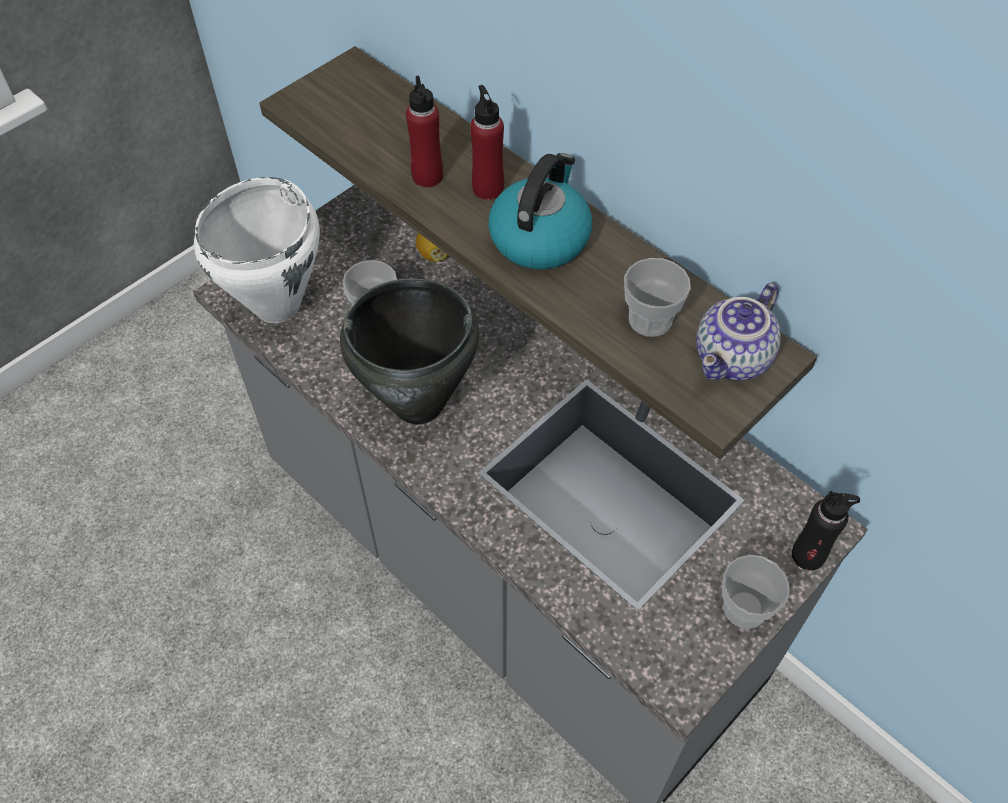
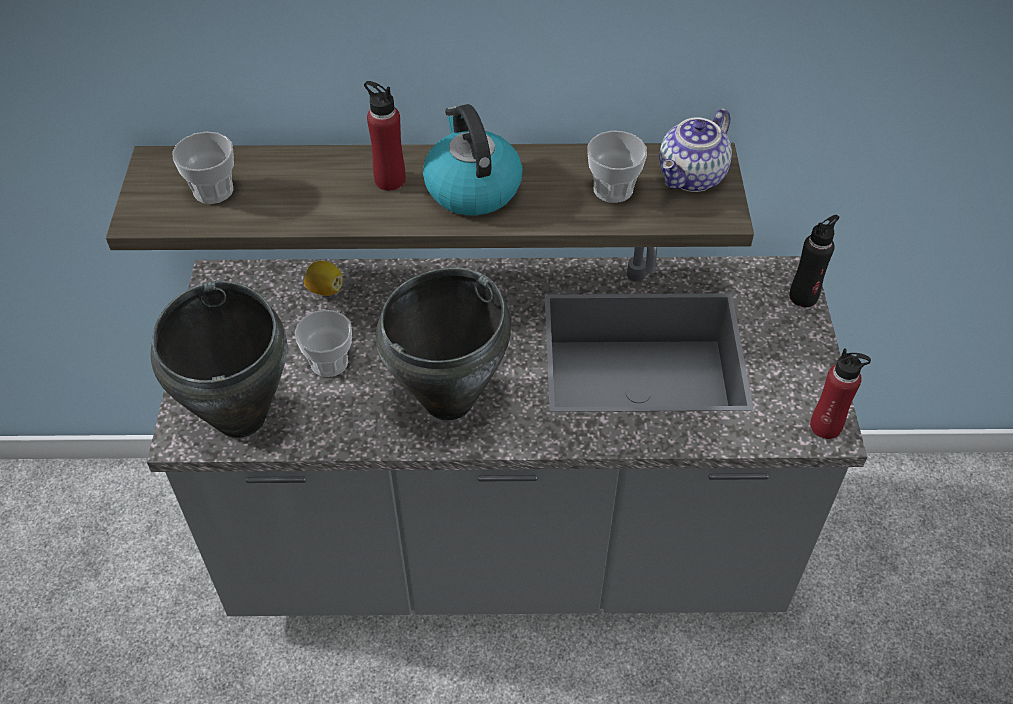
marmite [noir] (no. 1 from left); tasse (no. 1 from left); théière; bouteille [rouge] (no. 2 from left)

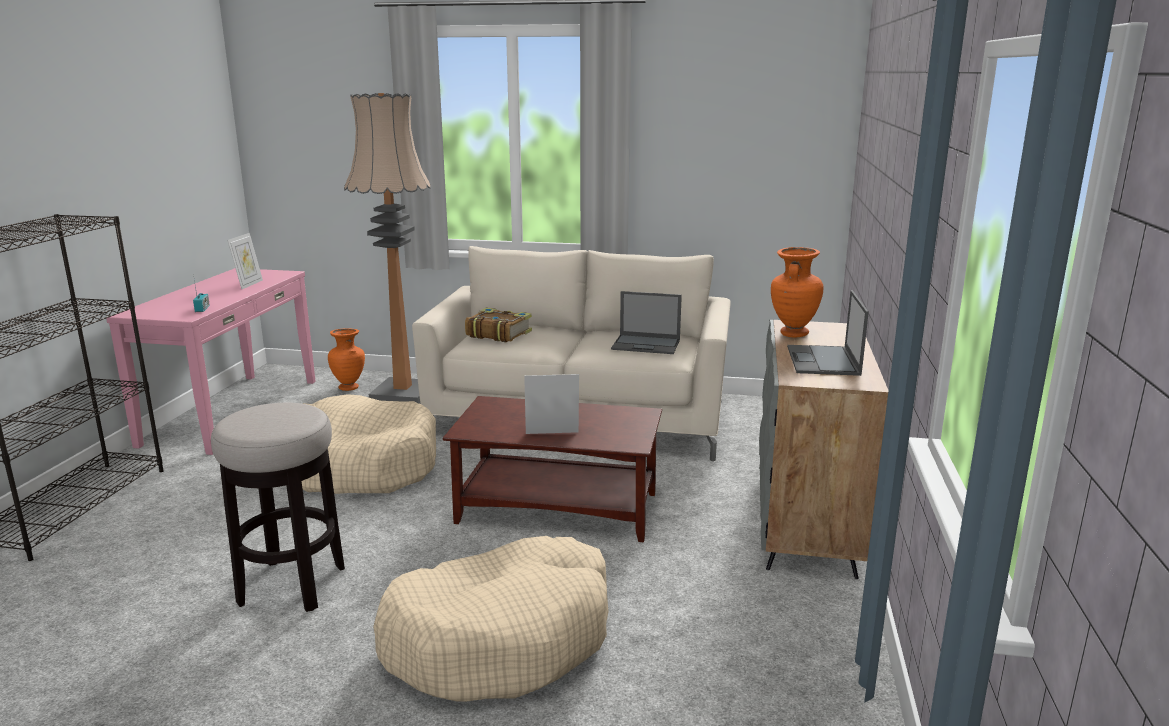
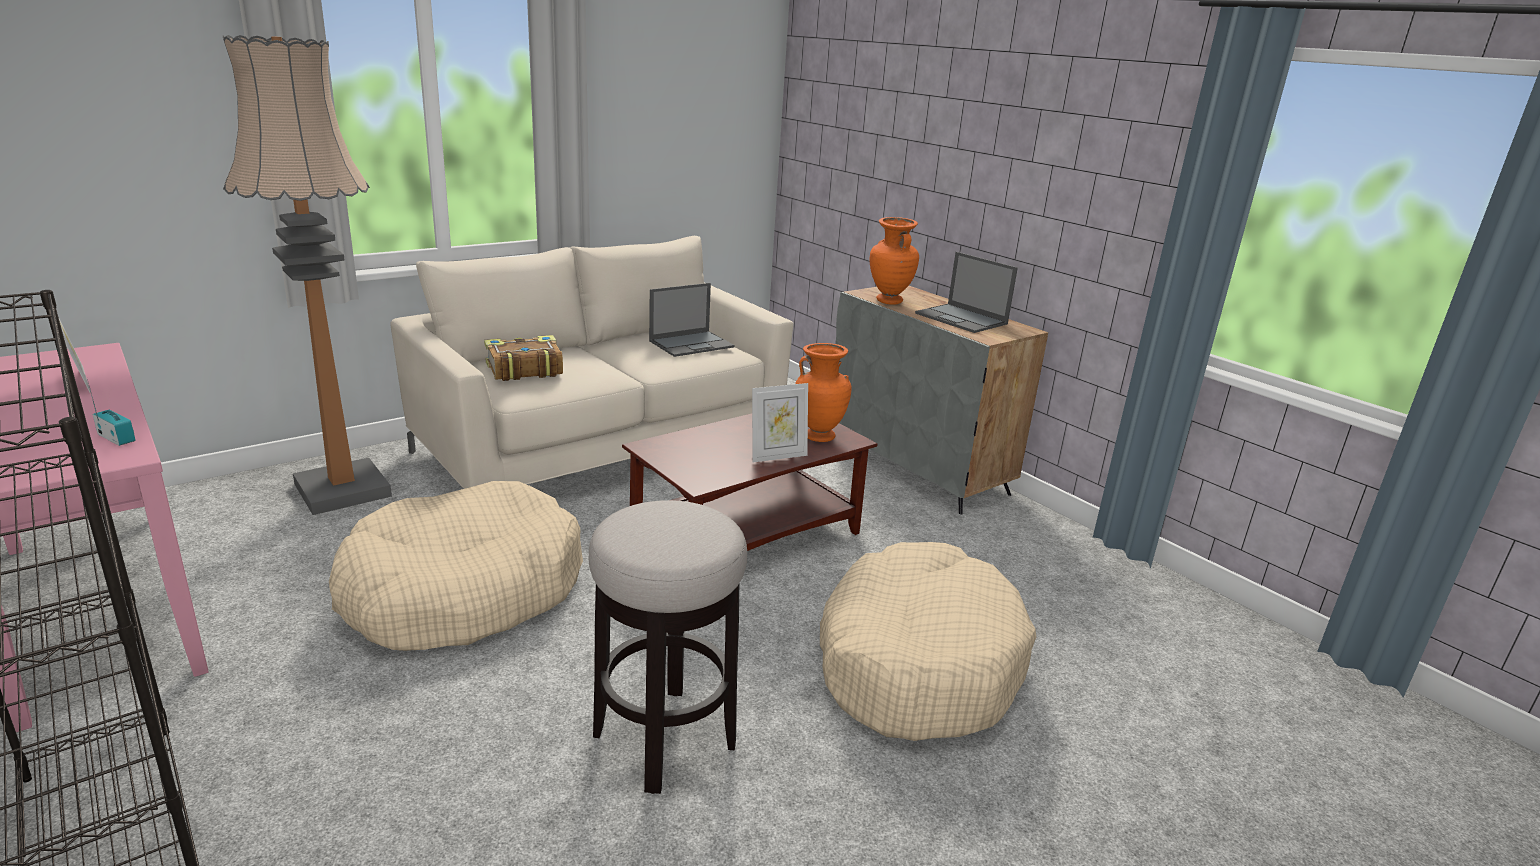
cadre photo (no. 2 from left); vase [orange] (no. 1 from left)

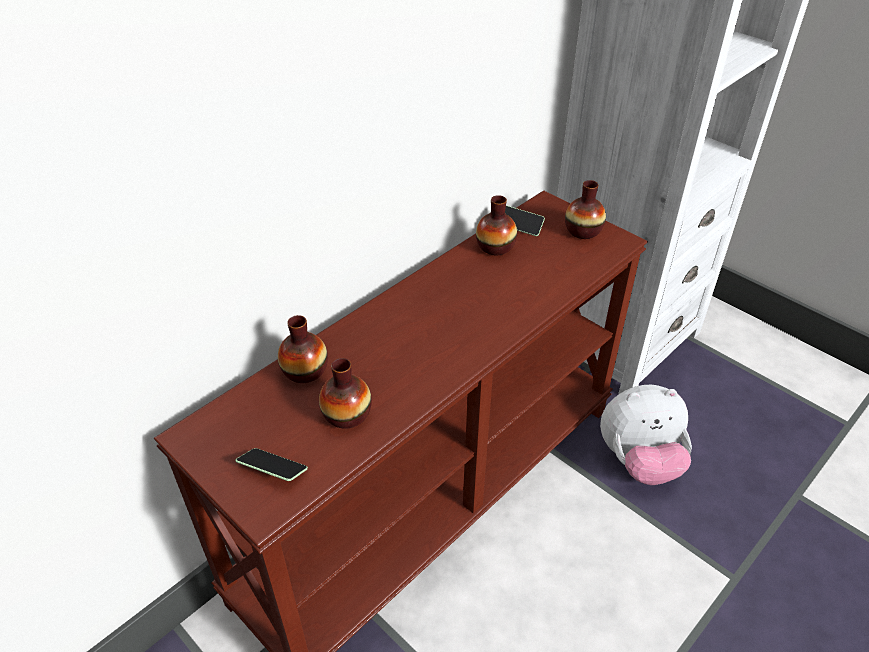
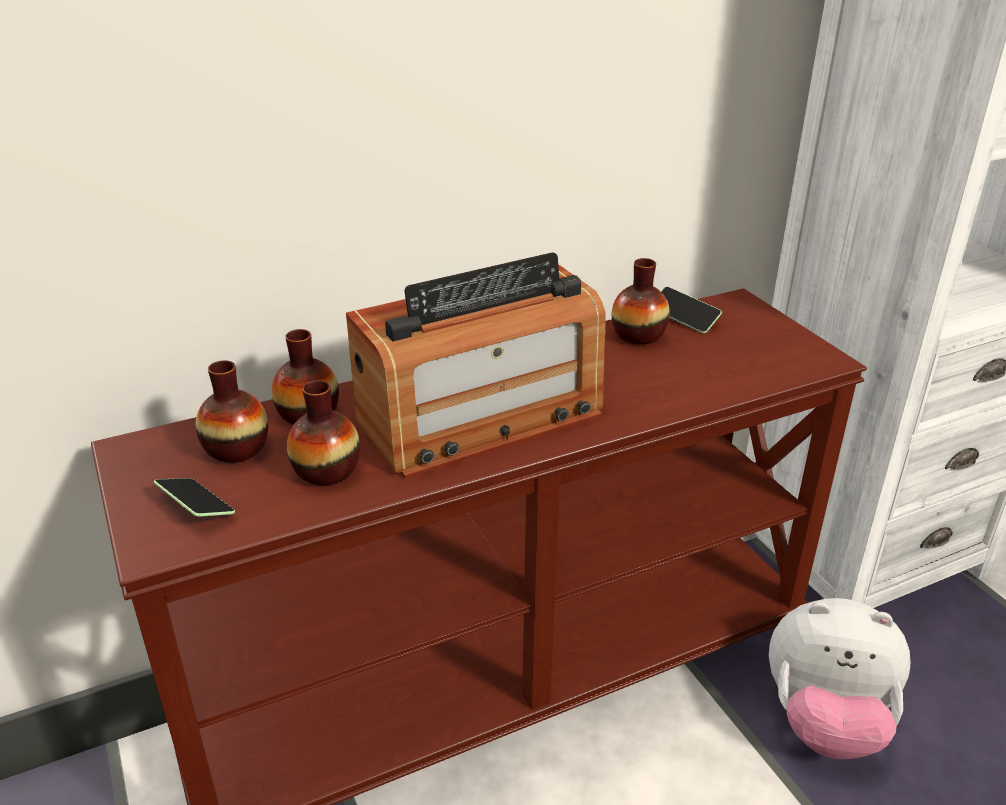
vase (no. 1 from left); radio

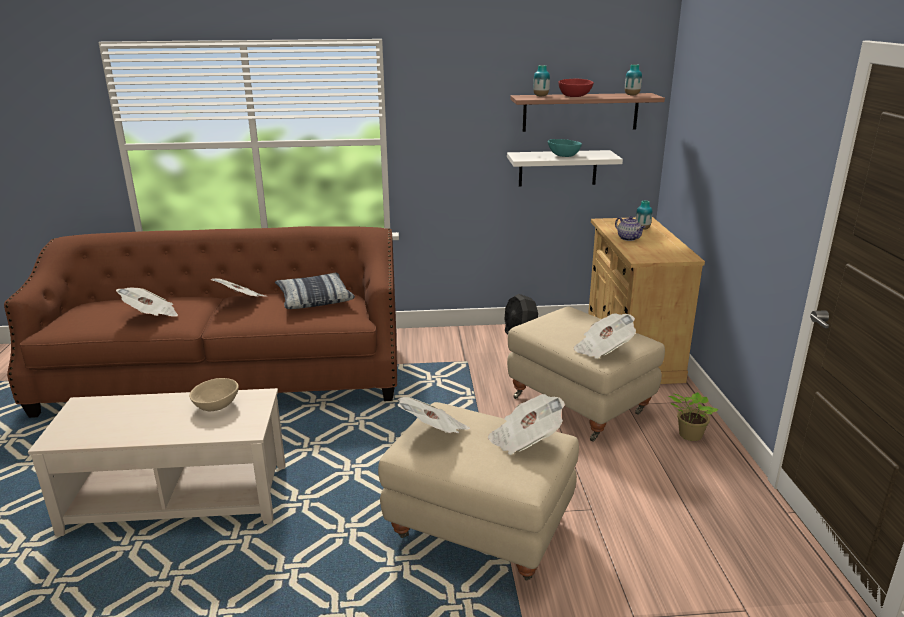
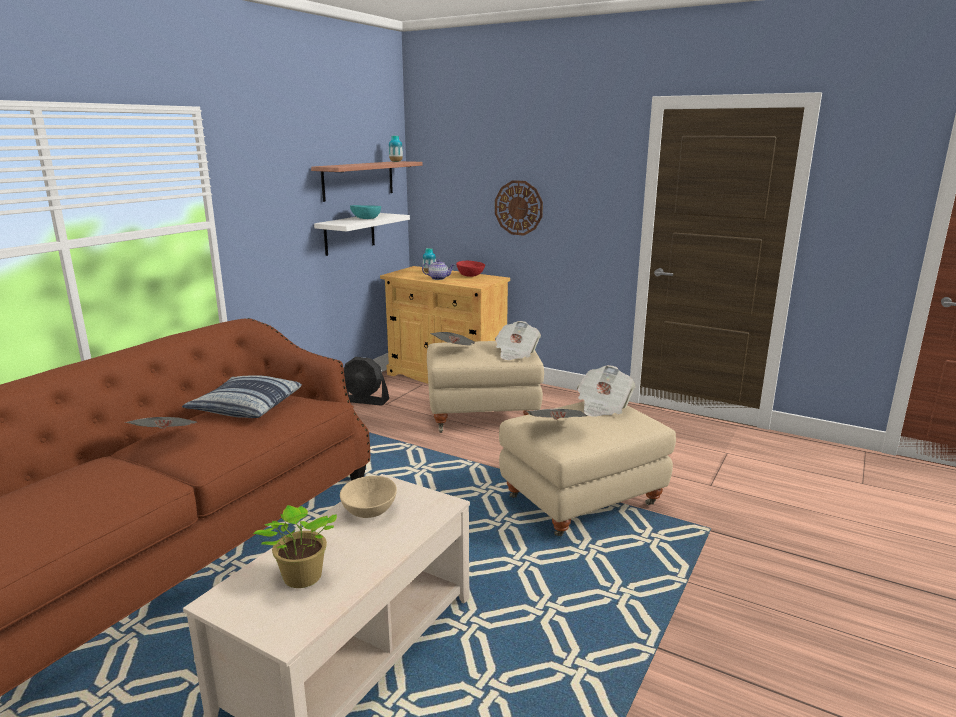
plante en pot; journal (no. 2 from left); bol [rouge]; horloge murale; vase (no. 1 from left in the first image)

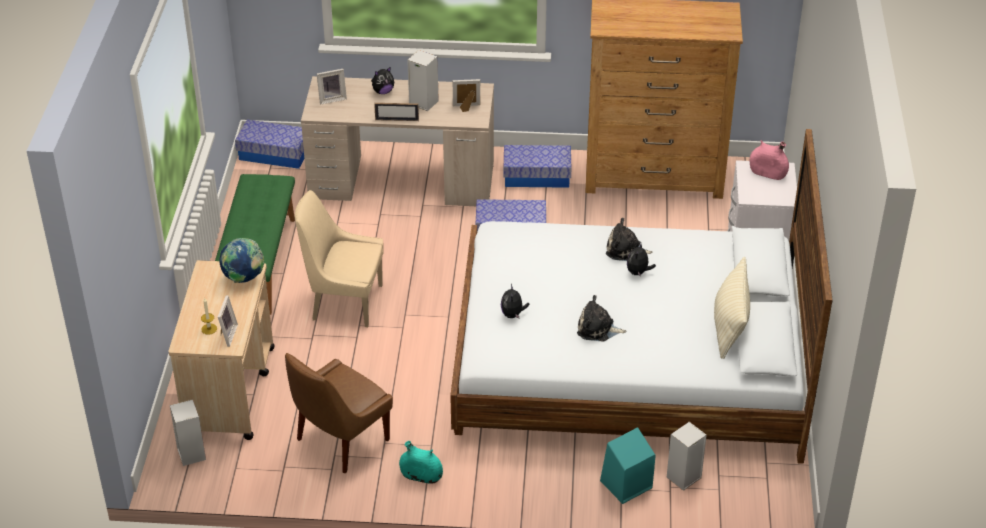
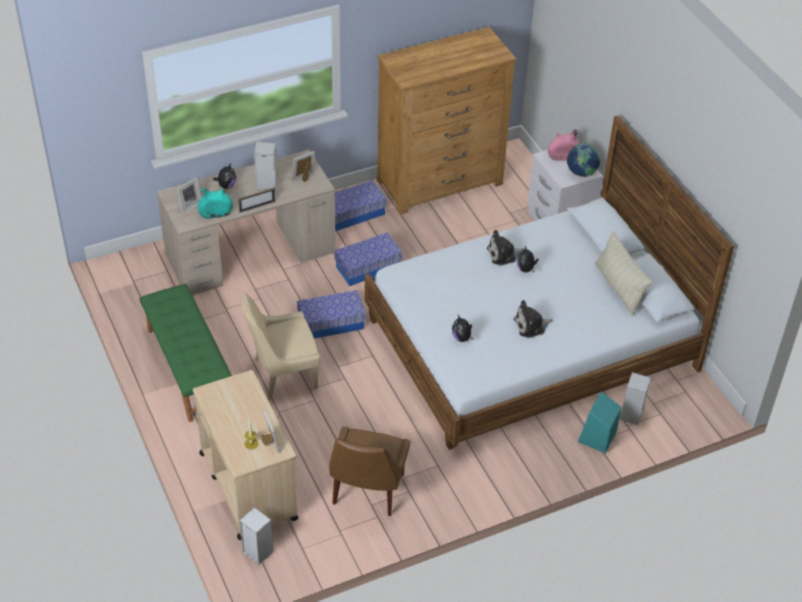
vase [turquoise]; boîte de rangement (no. 1 from left); globe

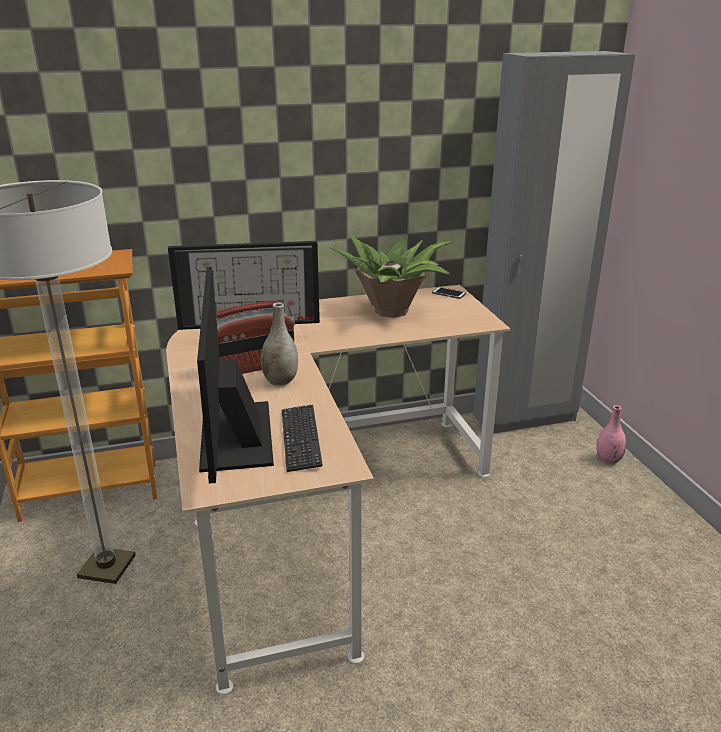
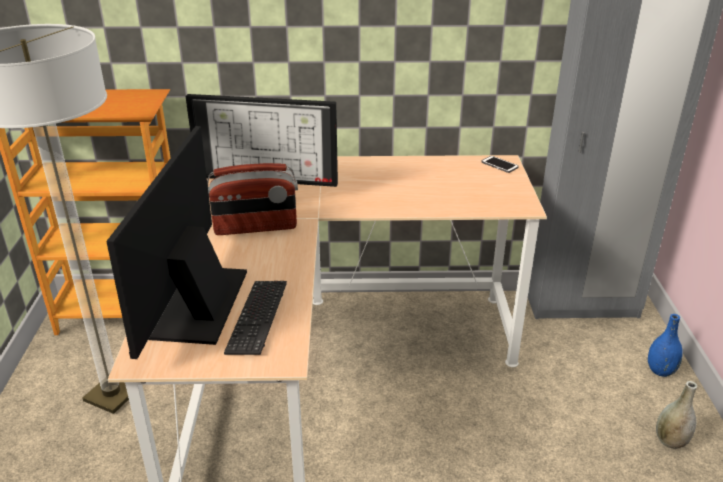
vase [bleu]; vase [gris]; plante en pot

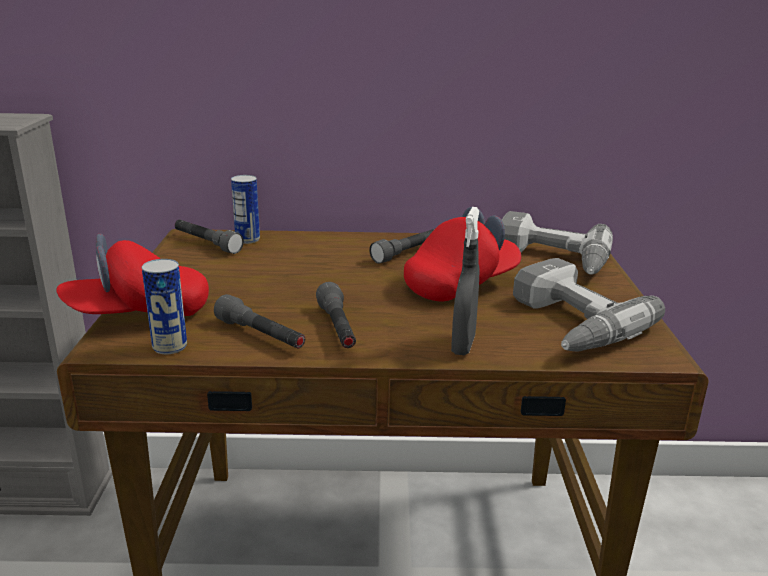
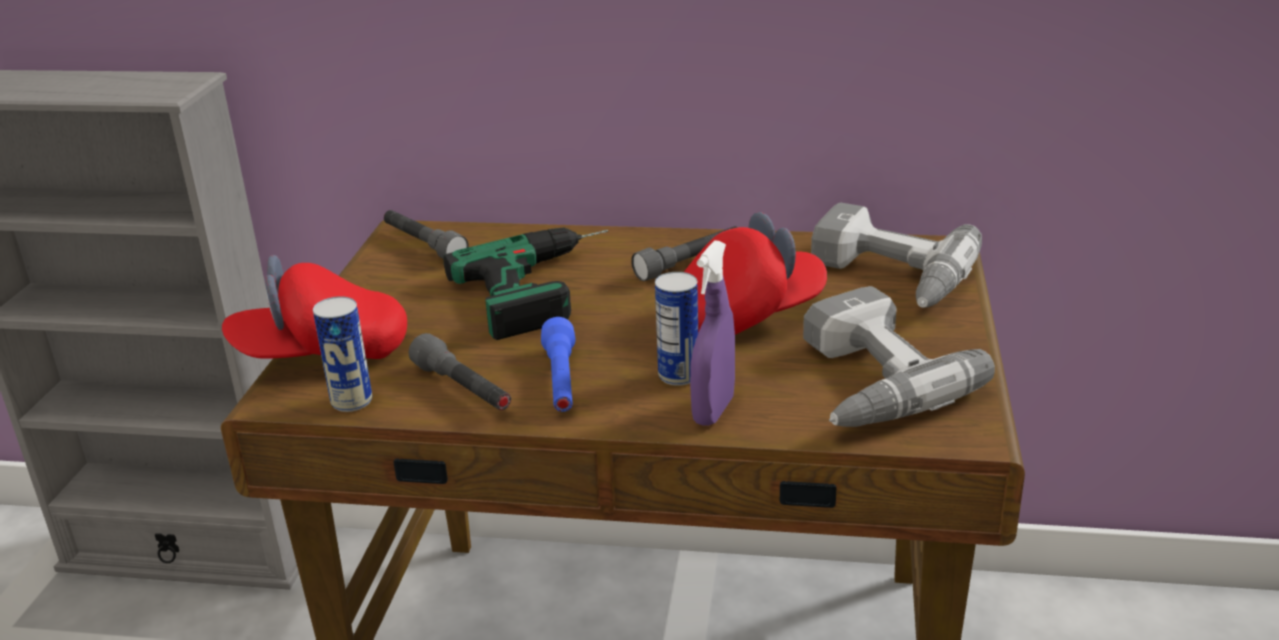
perceuse (no. 1 from left); lampe de poche [bleu]; boîte métallique (no. 2 from left); vaporisateur [violet]

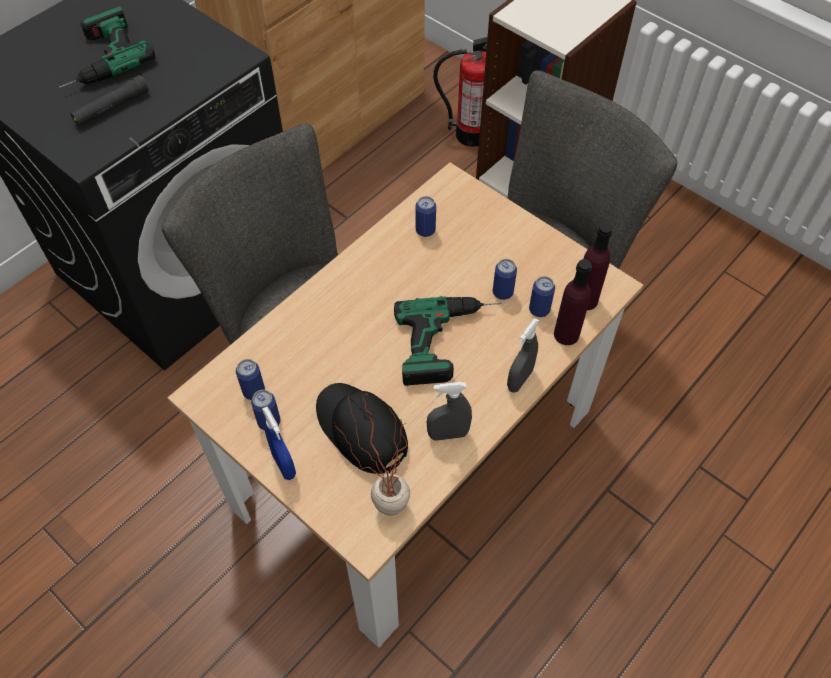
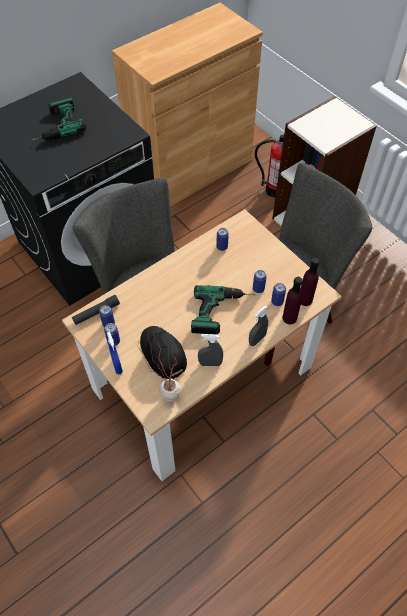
lampe de poche [noir]

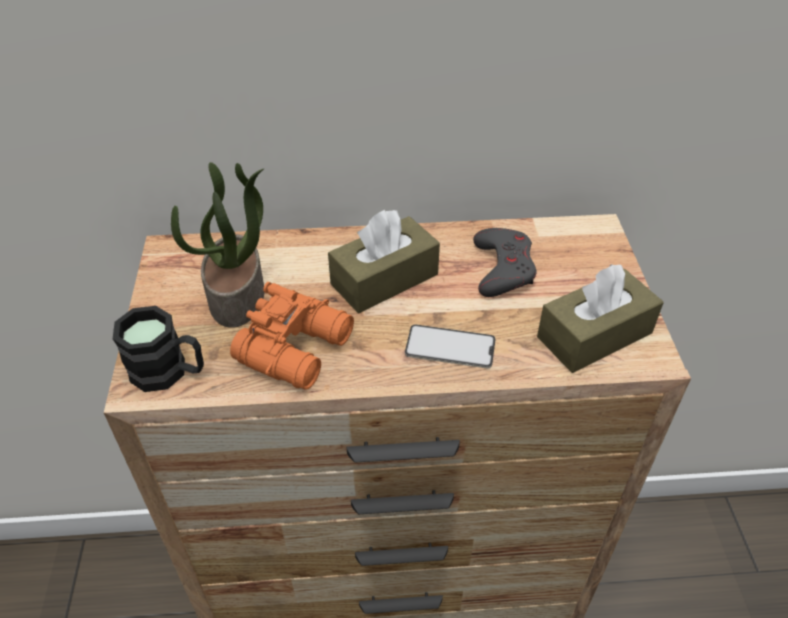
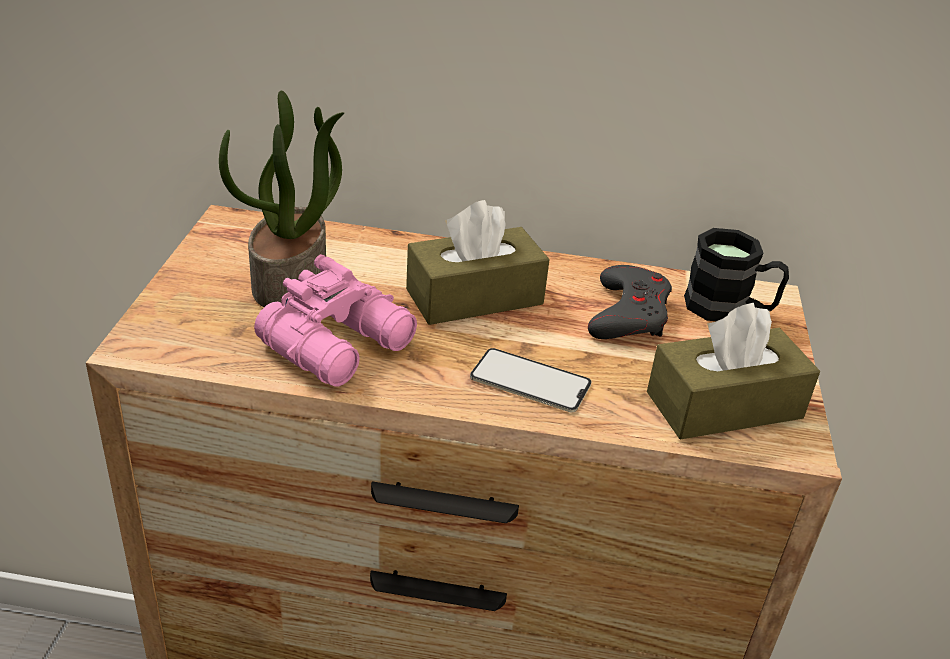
jumelles [rose]; mug [noir]

